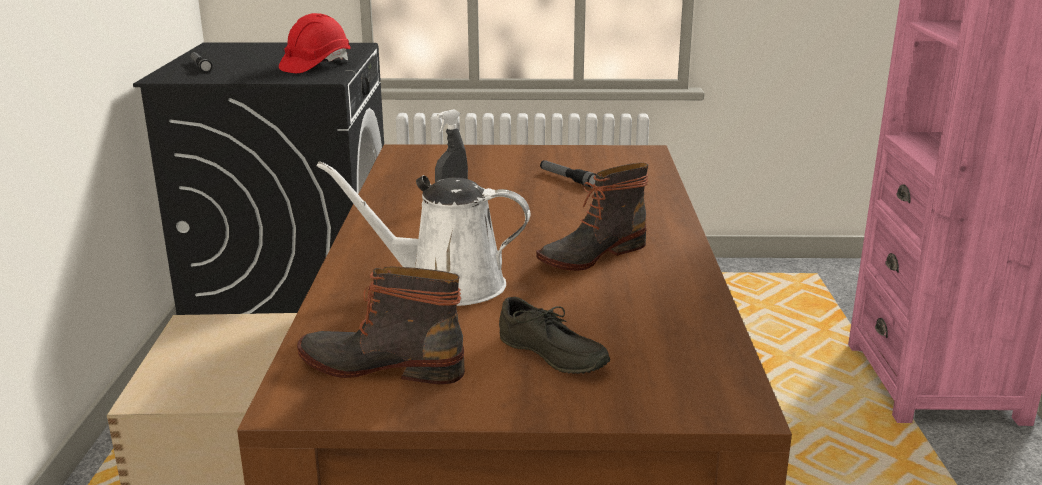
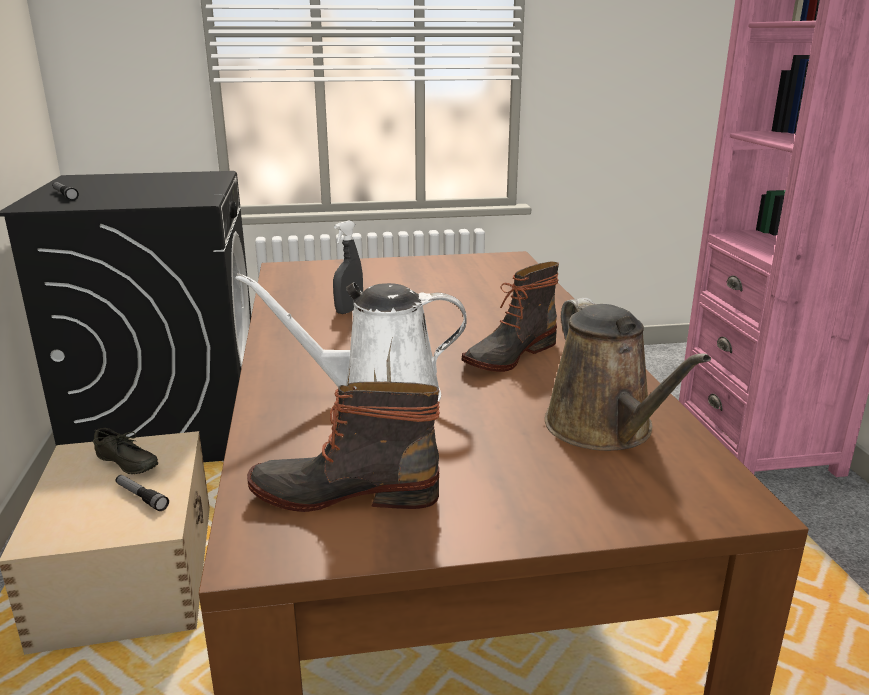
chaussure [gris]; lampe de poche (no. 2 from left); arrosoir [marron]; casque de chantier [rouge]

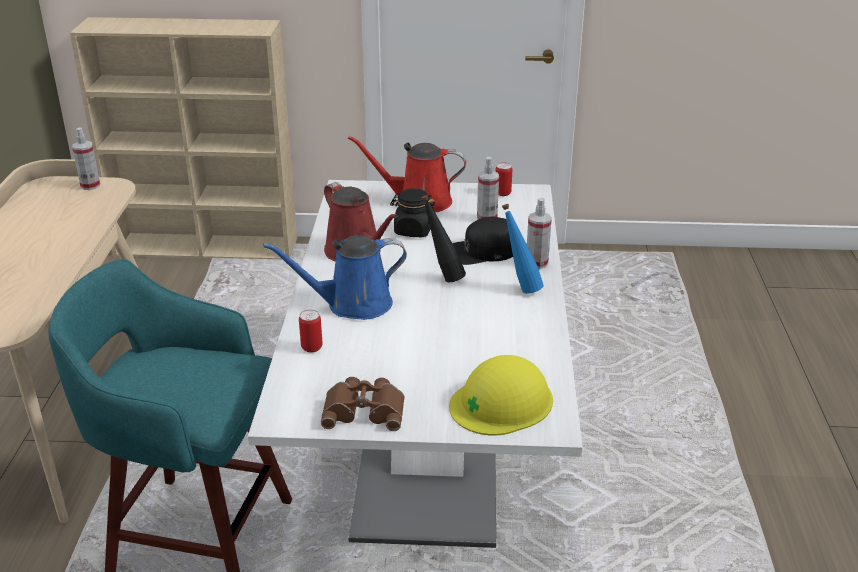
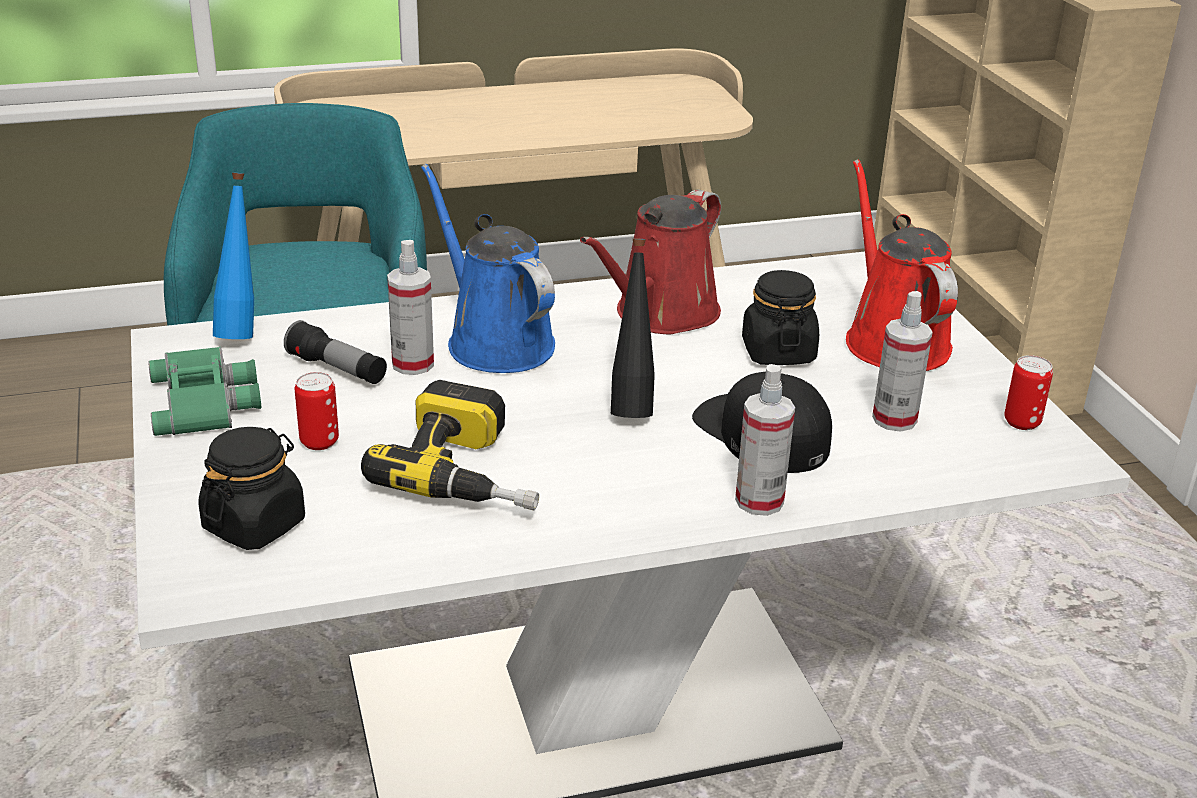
jumelles [vert]; bocal [noir] (no. 1 from left); bouteille [bleu]; lampe de poche; boîte métallique (no. 1 from left); perceuse; vaporisateur (no. 1 from left)

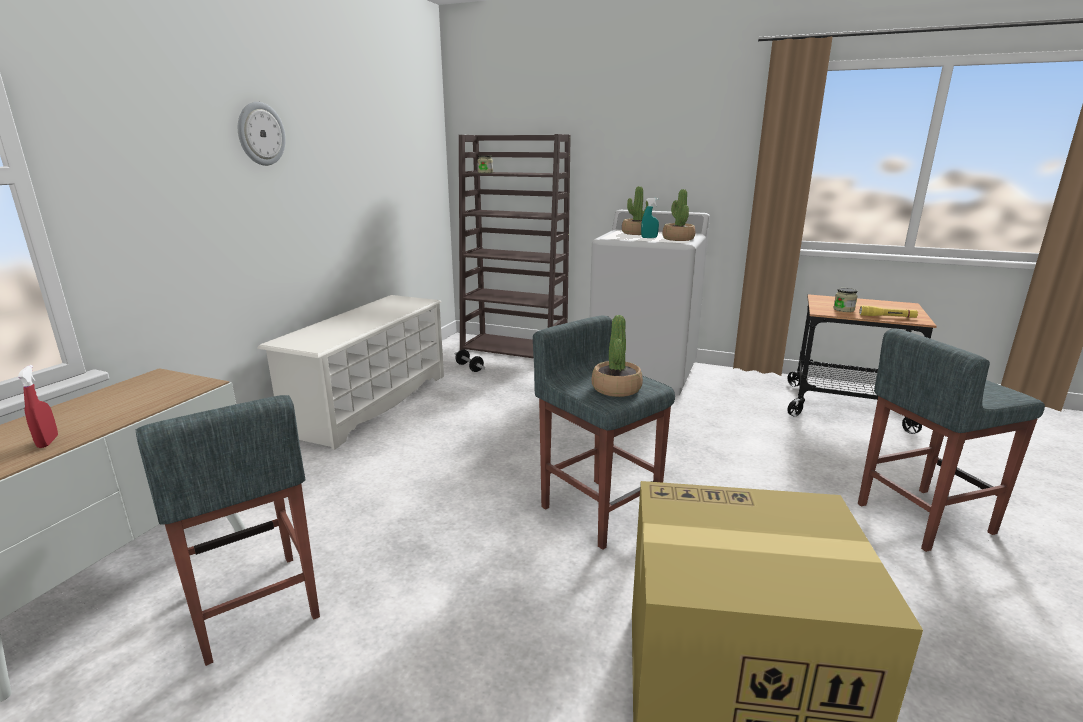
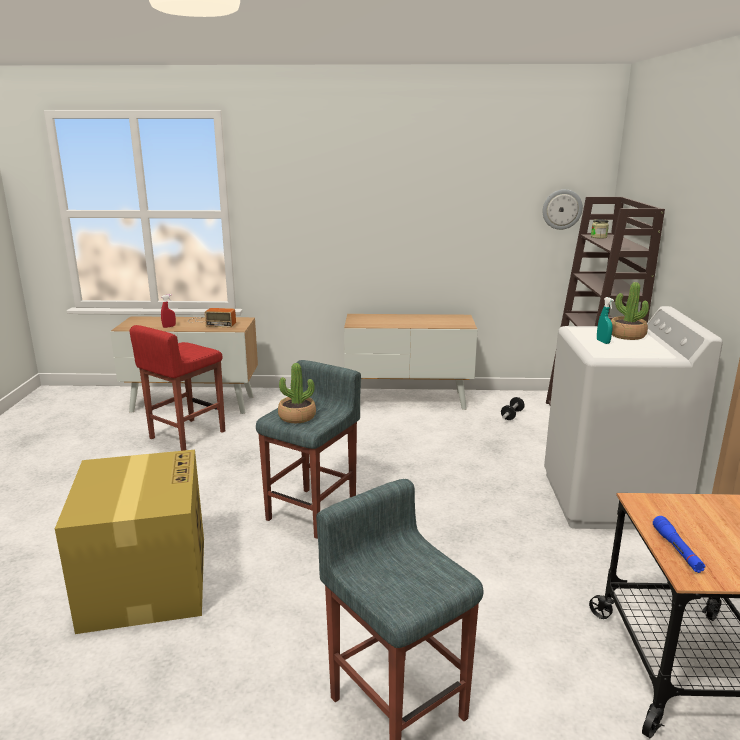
tabouret [rouge]; radio; meuble de rangement (no. 2 from left); horloge murale; lampe de poche [bleu]; plante en pot (no. 3 from left in the first image); bocal (no. 2 from left in the first image)

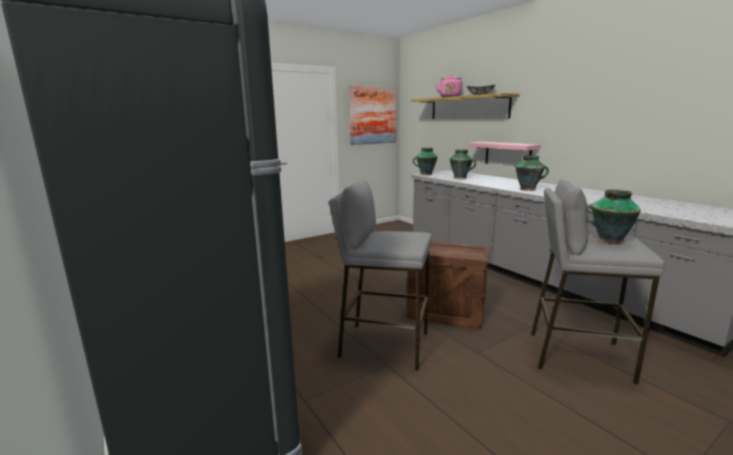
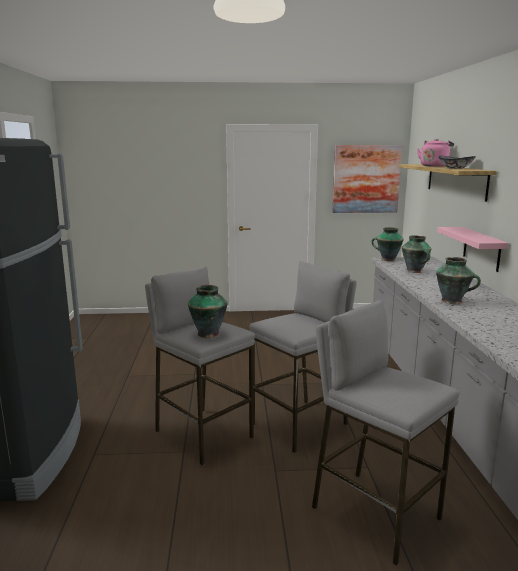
vase (no. 1 from left); tabouret [gris] (no. 2 from left)

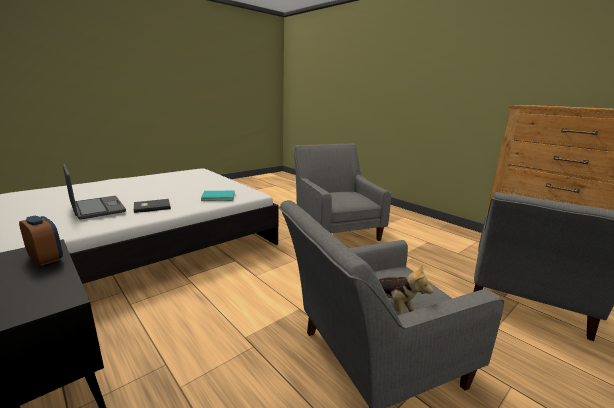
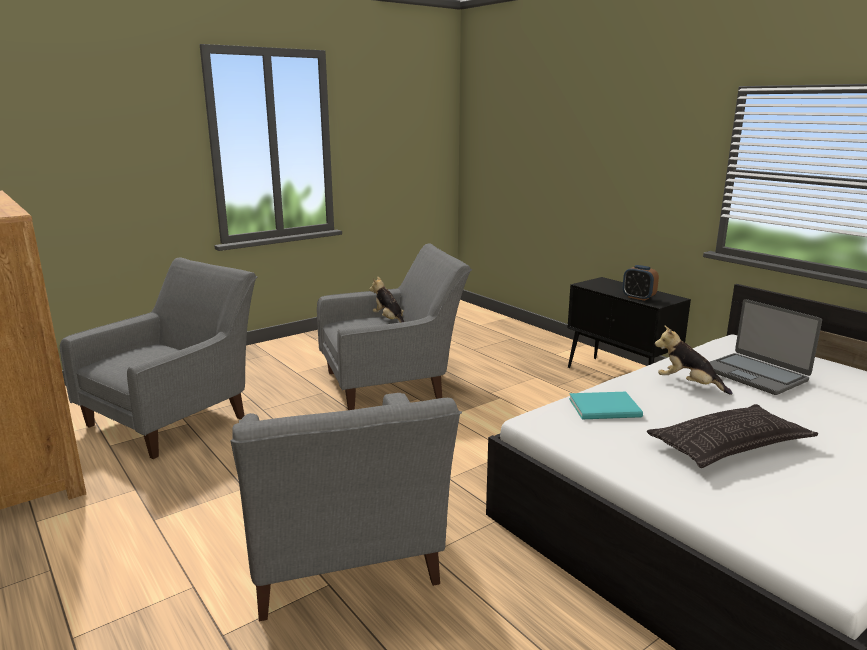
coussin; peluche (no. 2 from left)

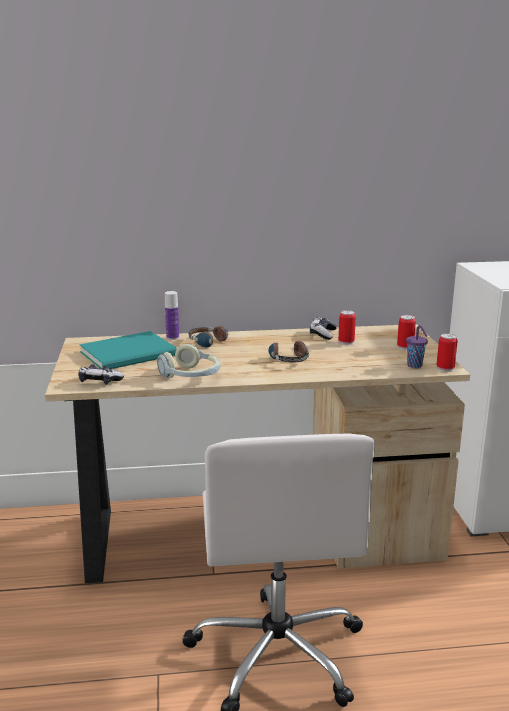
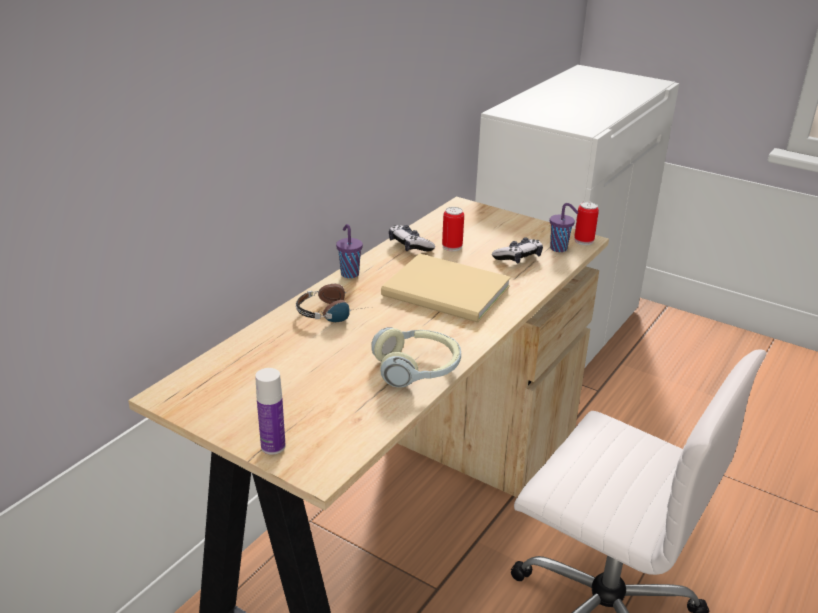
bouteille; tasse [violet] (no. 1 from left); livre [beige]; manette (no. 2 from left); livre [turquoise]; boîte métallique (no. 2 from left in the first image)

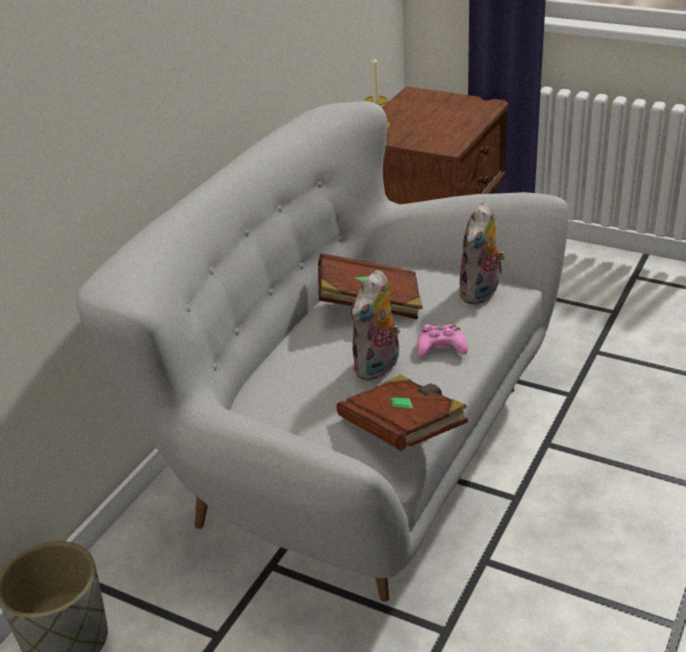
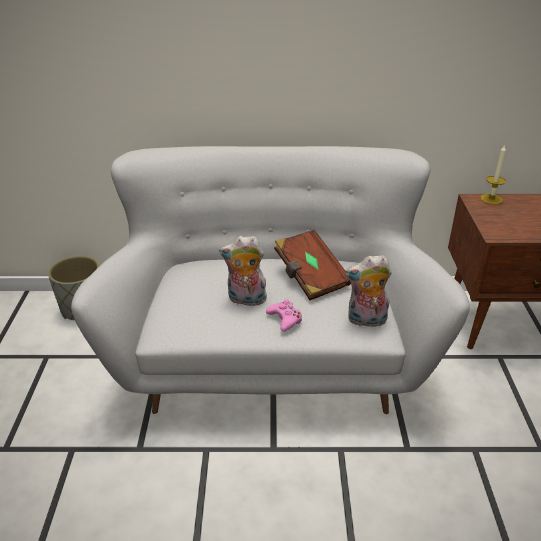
livre [marron] (no. 2 from left in the first image)

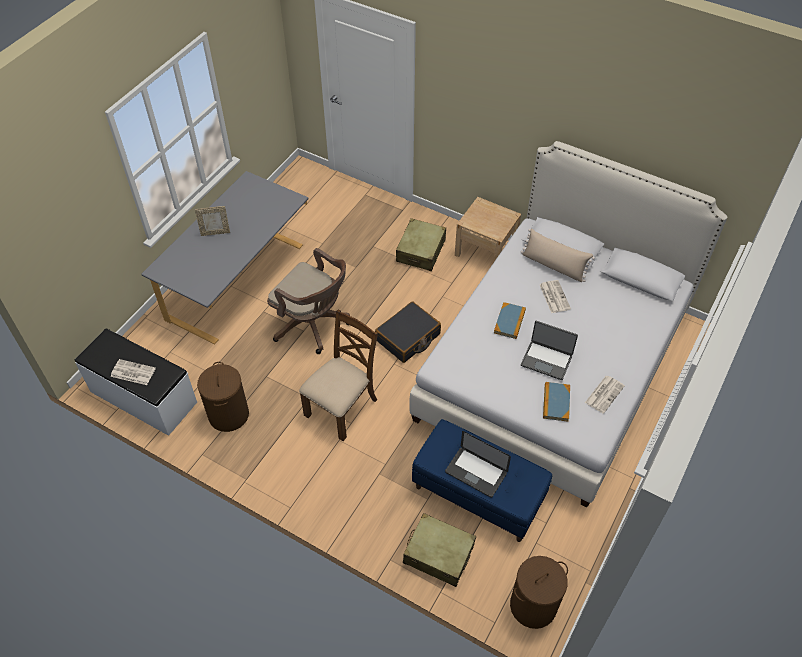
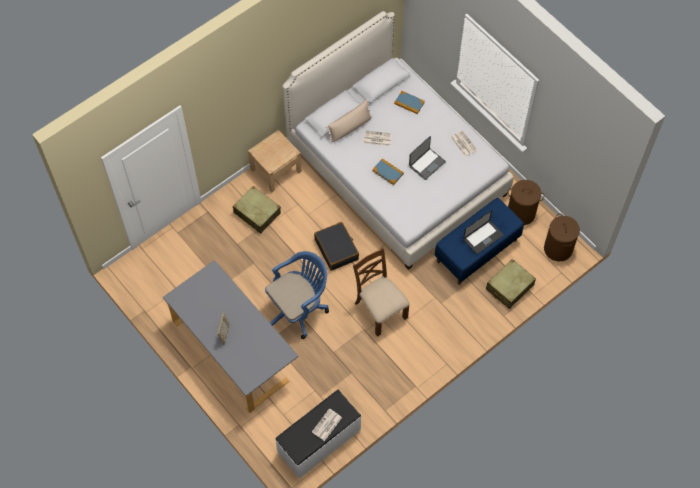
chaise de bureau [bleu]; livre (no. 2 from left); panier à linge [marron] (no. 1 from left)

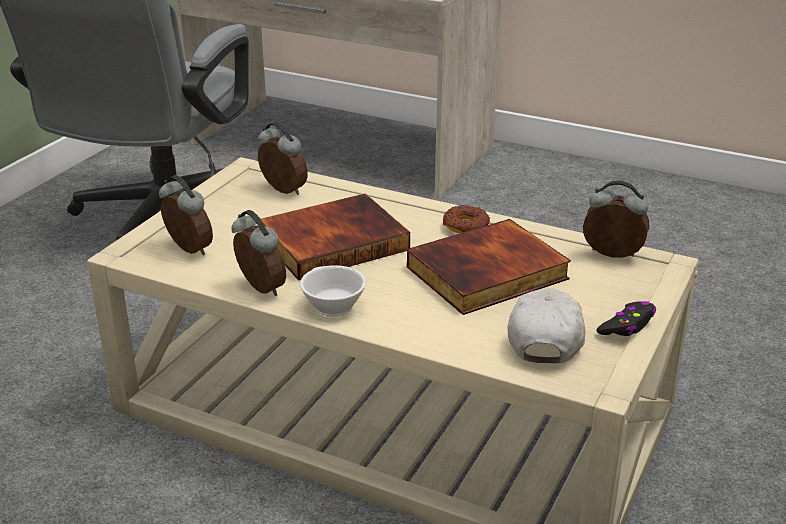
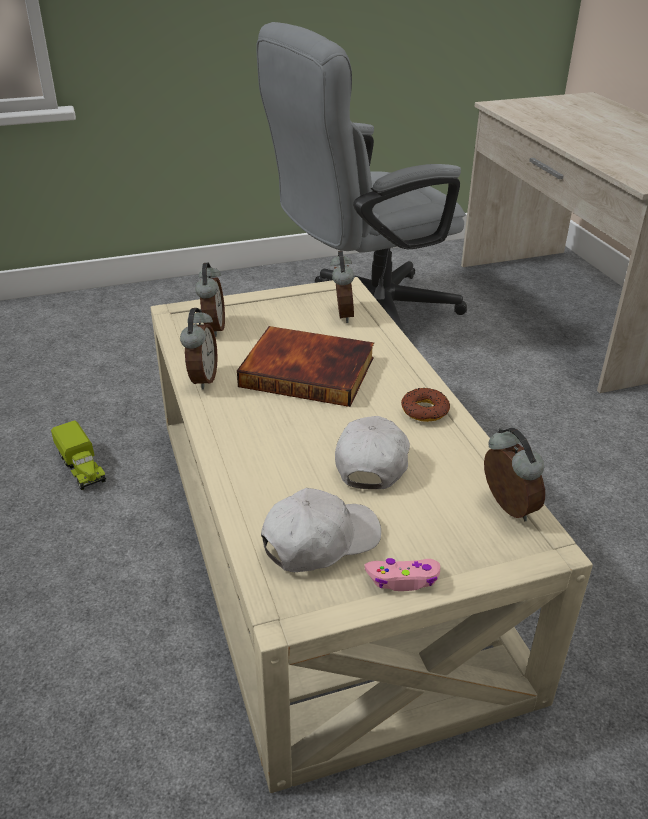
camion jouet; casquette [blanc] (no. 2 from left); manette [rose]; tasse [blanc]

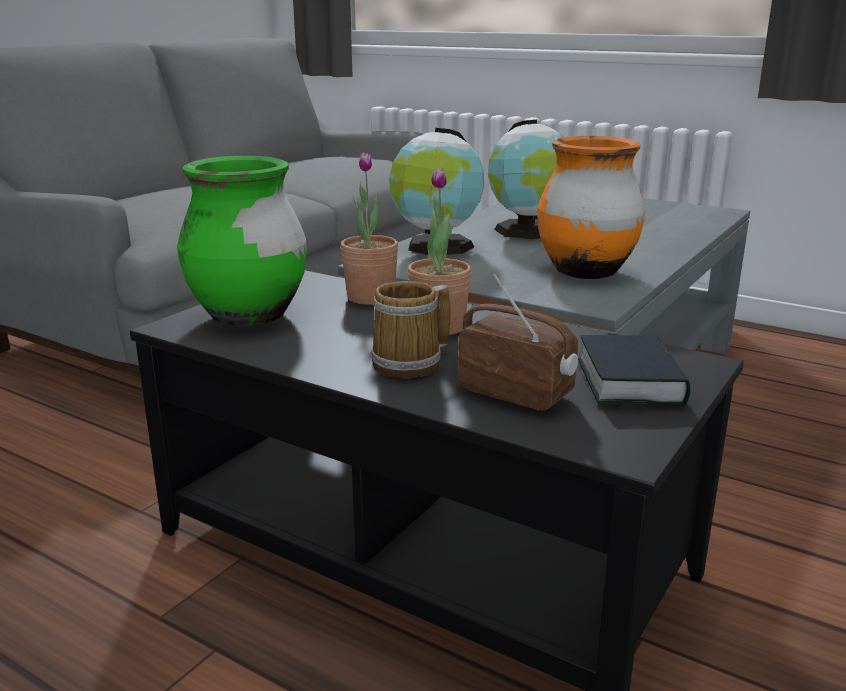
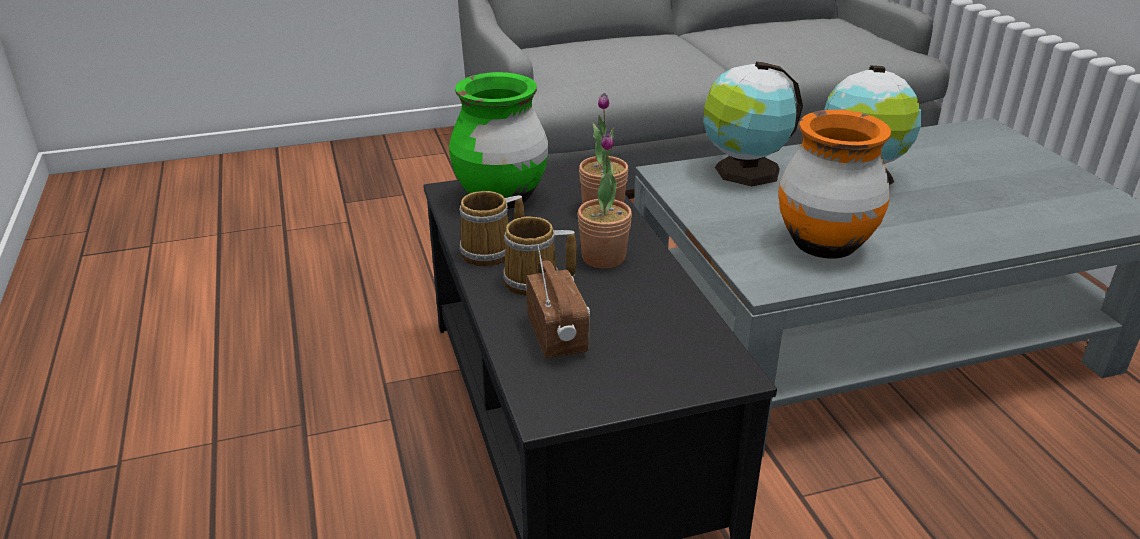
mug (no. 1 from left); livre

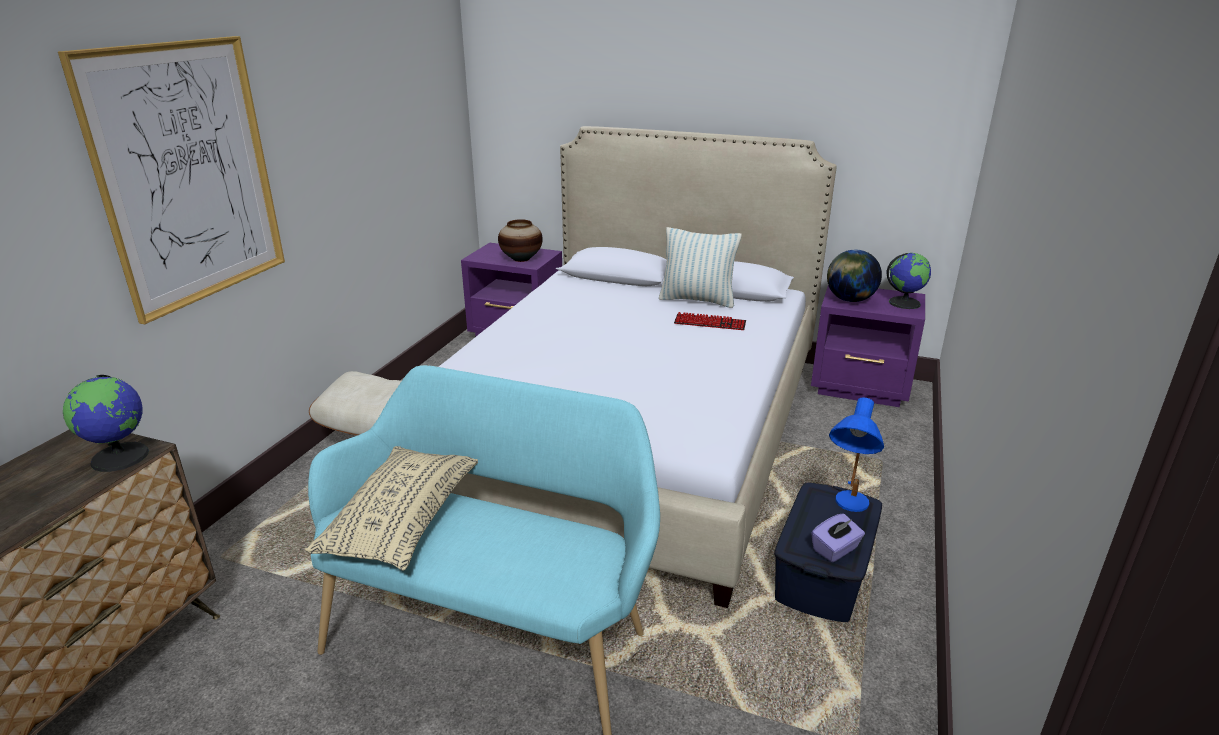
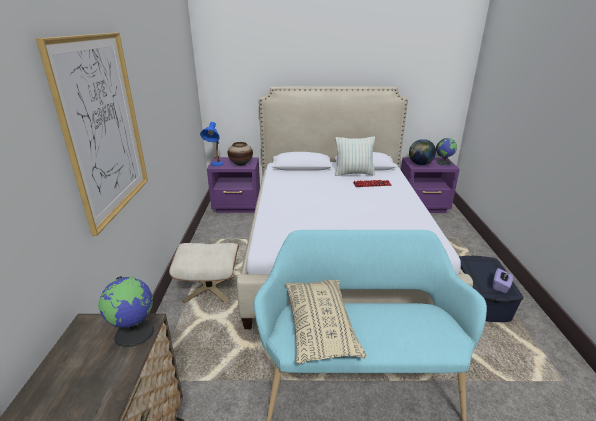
lampe de table [bleu]

